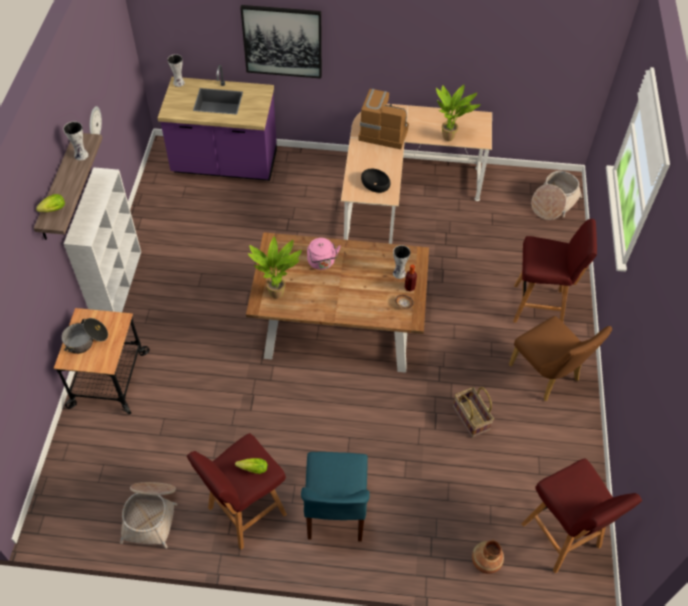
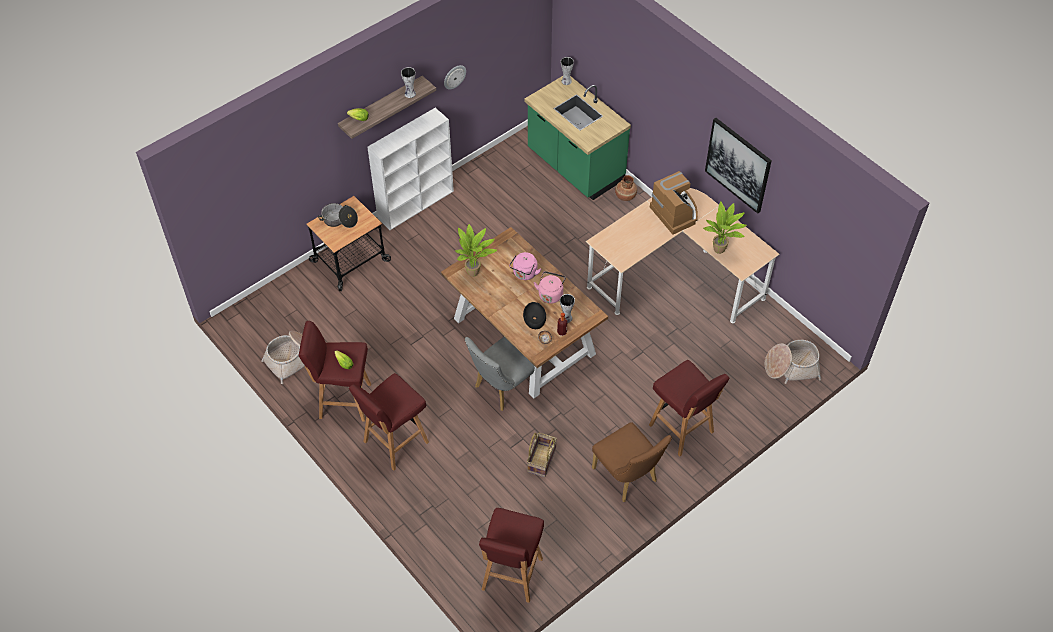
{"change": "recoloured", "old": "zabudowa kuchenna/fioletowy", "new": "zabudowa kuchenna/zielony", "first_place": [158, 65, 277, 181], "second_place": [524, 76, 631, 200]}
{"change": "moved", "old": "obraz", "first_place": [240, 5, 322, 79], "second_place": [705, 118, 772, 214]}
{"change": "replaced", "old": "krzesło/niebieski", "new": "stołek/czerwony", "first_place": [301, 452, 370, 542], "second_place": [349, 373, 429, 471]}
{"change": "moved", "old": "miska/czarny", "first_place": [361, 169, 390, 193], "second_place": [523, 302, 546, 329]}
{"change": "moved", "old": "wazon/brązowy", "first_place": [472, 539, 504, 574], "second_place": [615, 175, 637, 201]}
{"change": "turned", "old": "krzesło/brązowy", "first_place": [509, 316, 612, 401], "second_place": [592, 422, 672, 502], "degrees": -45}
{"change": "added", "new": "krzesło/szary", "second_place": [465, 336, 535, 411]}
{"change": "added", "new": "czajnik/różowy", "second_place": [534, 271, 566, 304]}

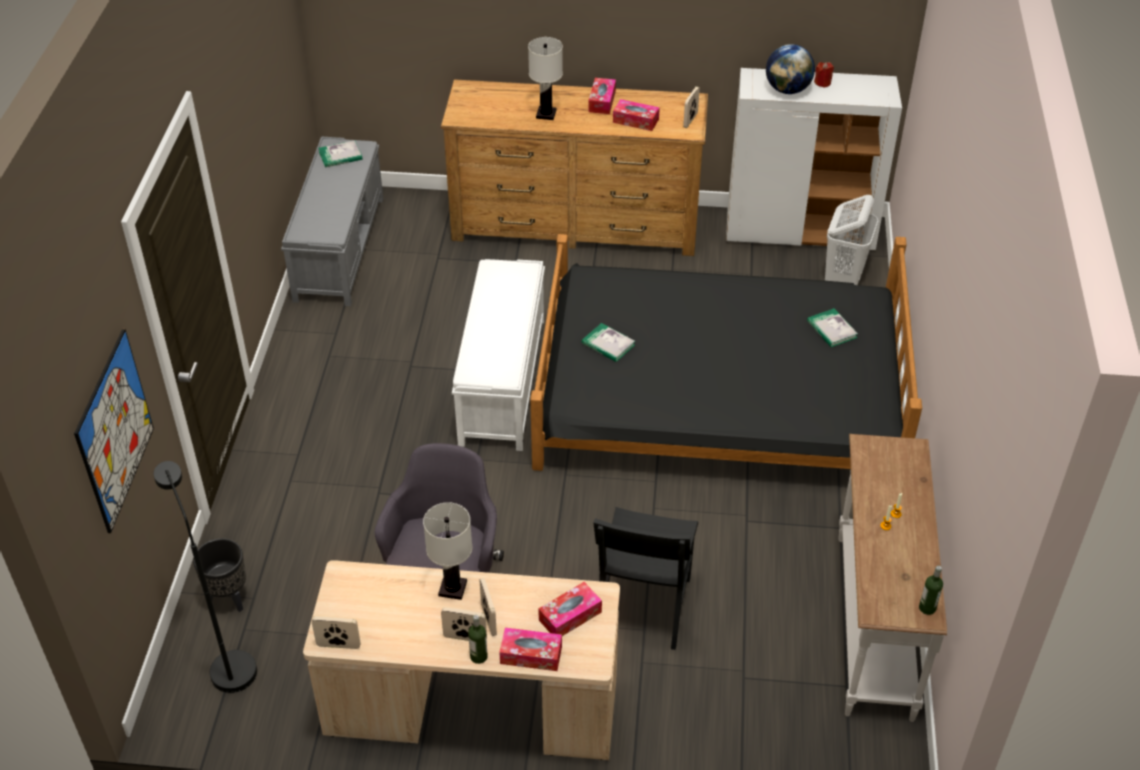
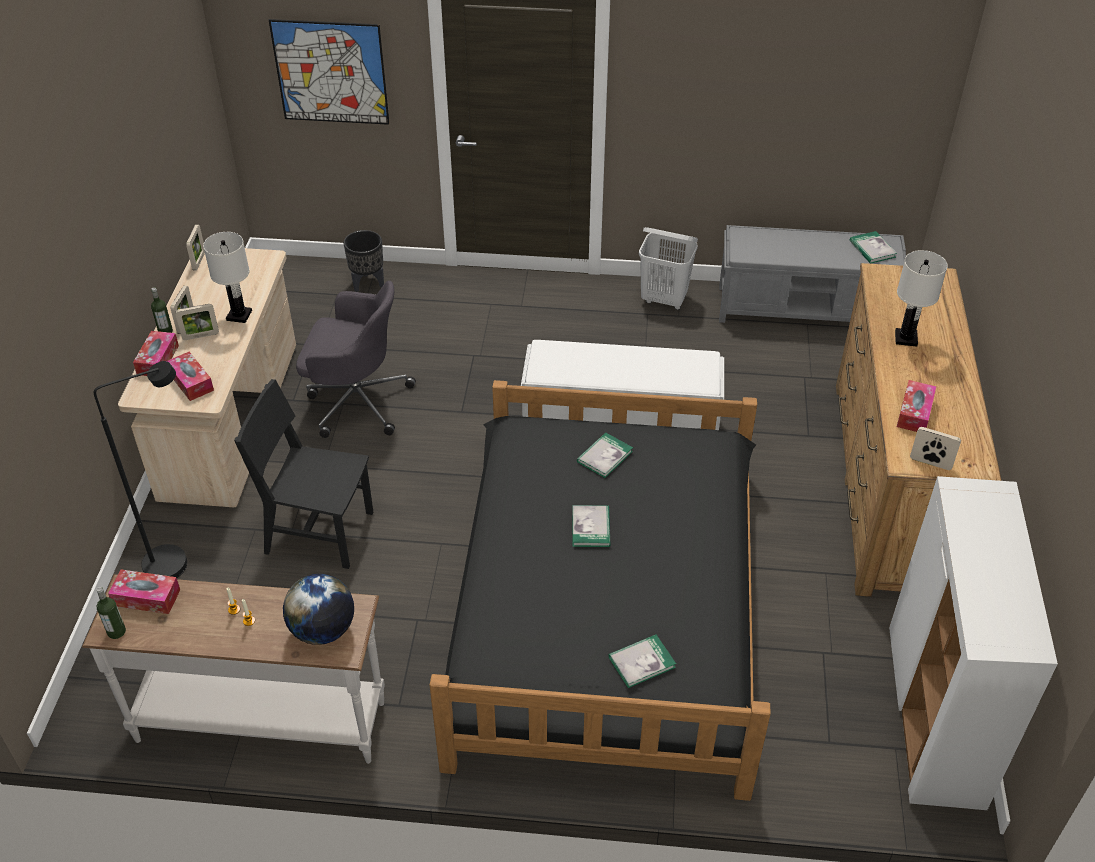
{"change": "moved", "old": "lampa stojąca/czarny", "first_place": [153, 461, 257, 693], "second_place": [94, 361, 187, 578]}
{"change": "moved", "old": "pudełko chusteczek", "first_place": [588, 78, 616, 114], "second_place": [108, 570, 180, 614]}
{"change": "moved", "old": "globus", "first_place": [766, 44, 815, 94], "second_place": [283, 574, 354, 645]}
{"change": "removed", "old": "świeca/czerwony", "first_place": [814, 62, 834, 88]}
{"change": "moved", "old": "kosz na pranie/biały", "first_place": [825, 195, 878, 285], "second_place": [639, 227, 698, 310]}
{"change": "added", "new": "książka", "second_place": [572, 505, 610, 547]}

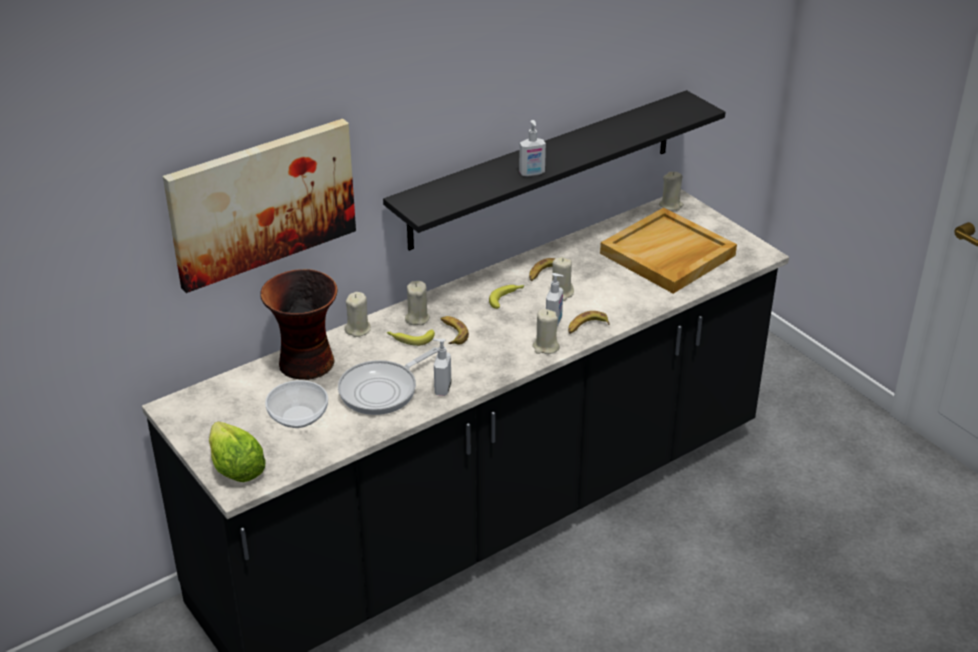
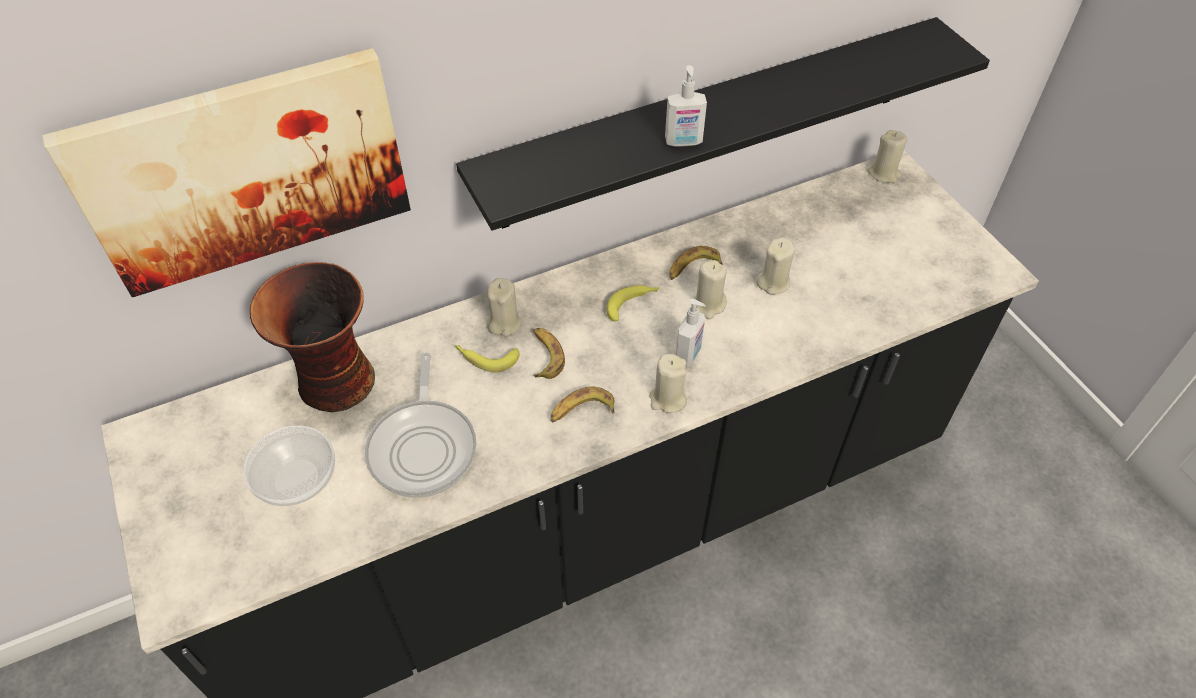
{"change": "removed", "old": "sałata", "first_place": [209, 421, 266, 482]}
{"change": "turned", "old": "patelnia", "first_place": [338, 347, 438, 415], "second_place": [365, 353, 477, 498], "degrees": -60}
{"change": "moved", "old": "świeca/beżowy", "first_place": [345, 292, 371, 337], "second_place": [756, 237, 795, 295]}
{"change": "removed", "old": "dozownik mydła", "first_place": [433, 339, 451, 396]}
{"change": "moved", "old": "banan", "first_place": [568, 311, 610, 334], "second_place": [551, 387, 614, 423]}
{"change": "removed", "old": "taca/beżowy", "first_place": [600, 208, 737, 294]}

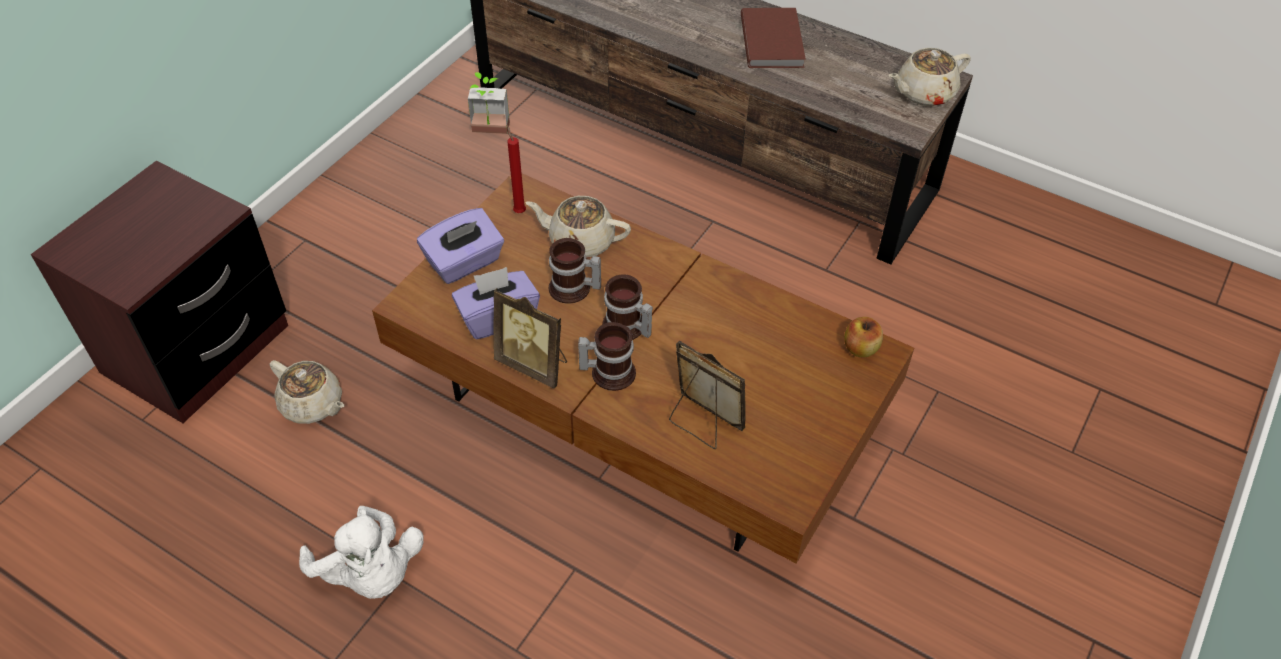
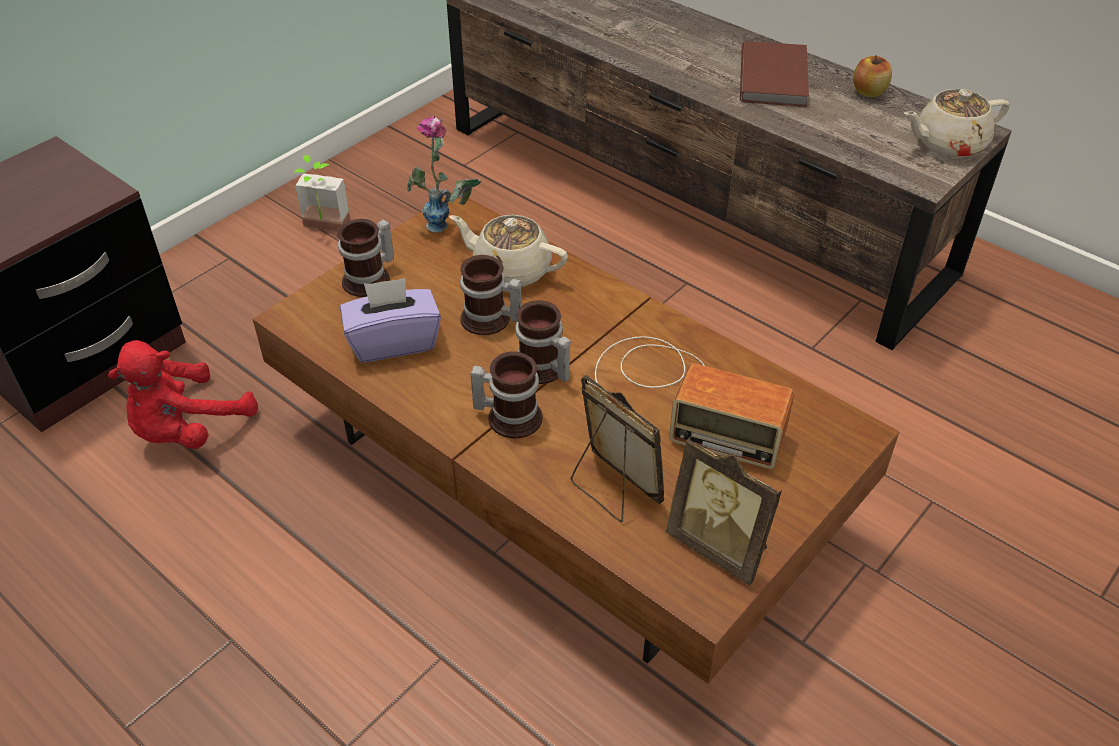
{"change": "replaced", "old": "imbryk/beżowy", "new": "pluszak/czerwony", "first_place": [270, 360, 344, 424], "second_place": [108, 340, 258, 449]}
{"change": "removed", "old": "pluszak/biały", "first_place": [299, 506, 424, 599]}
{"change": "replaced", "old": "pudełko chusteczek/fioletowy", "new": "kubek", "first_place": [417, 208, 504, 284], "second_place": [337, 219, 394, 297]}
{"change": "moved", "old": "roślina doniczkowa", "first_place": [468, 72, 510, 134], "second_place": [293, 155, 350, 231]}
{"change": "moved", "old": "ramka na zdjęcie", "first_place": [493, 288, 567, 389], "second_place": [666, 437, 782, 585]}
{"change": "replaced", "old": "świeca/czerwony", "new": "wazon", "first_place": [507, 125, 526, 213], "second_place": [407, 116, 481, 233]}
{"change": "moved", "old": "jabłko", "first_place": [844, 317, 883, 358], "second_place": [853, 55, 892, 97]}
{"change": "added", "new": "radio", "second_place": [595, 336, 794, 469]}

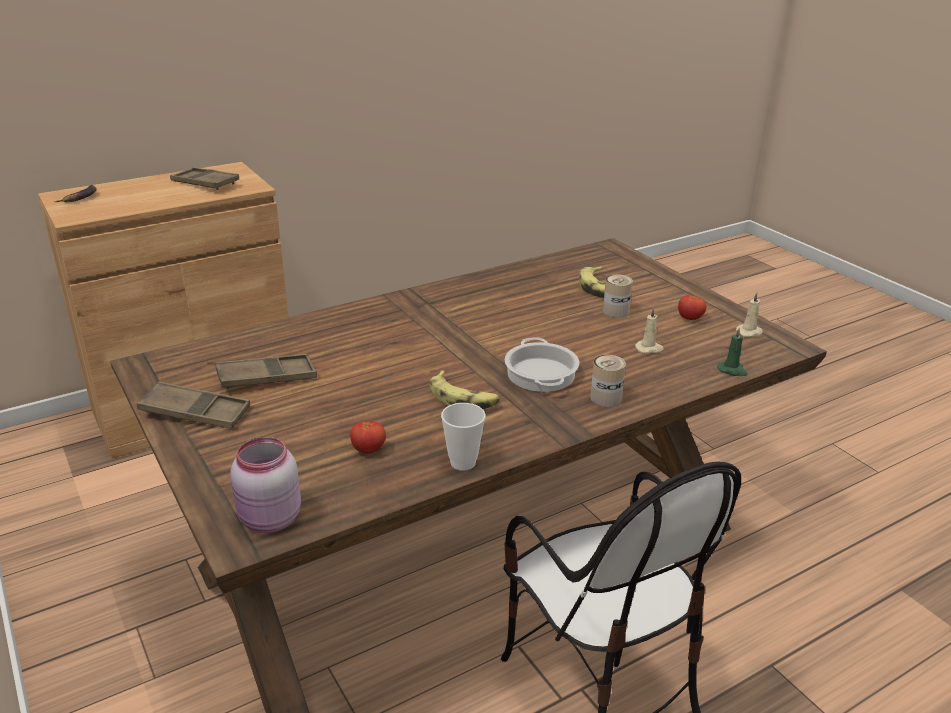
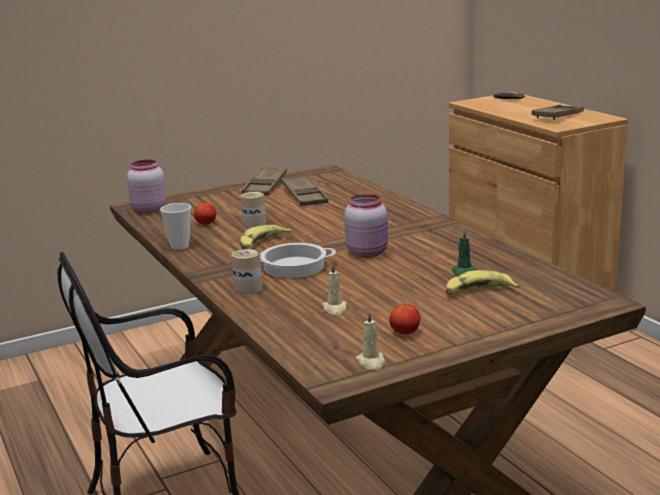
{"change": "moved", "old": "puszka", "first_place": [603, 274, 633, 318], "second_place": [241, 191, 266, 228]}
{"change": "moved", "old": "świeca/zielony", "first_place": [717, 327, 748, 376], "second_place": [452, 229, 477, 276]}
{"change": "added", "new": "słoik/różowy", "second_place": [344, 194, 388, 258]}

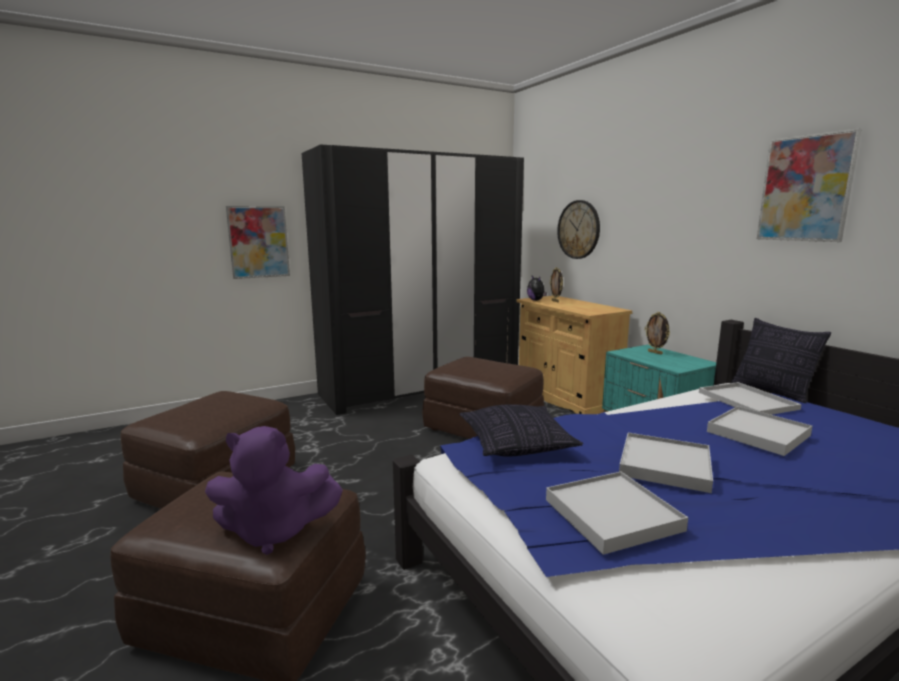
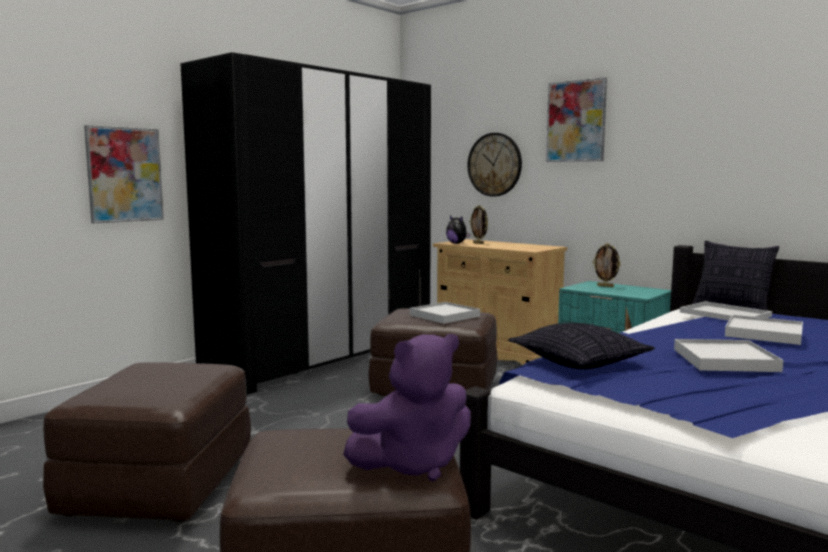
{"change": "moved", "old": "taca/biały", "first_place": [546, 471, 688, 555], "second_place": [410, 302, 480, 324]}
{"change": "moved", "old": "obraz", "first_place": [757, 128, 861, 242], "second_place": [546, 77, 607, 162]}

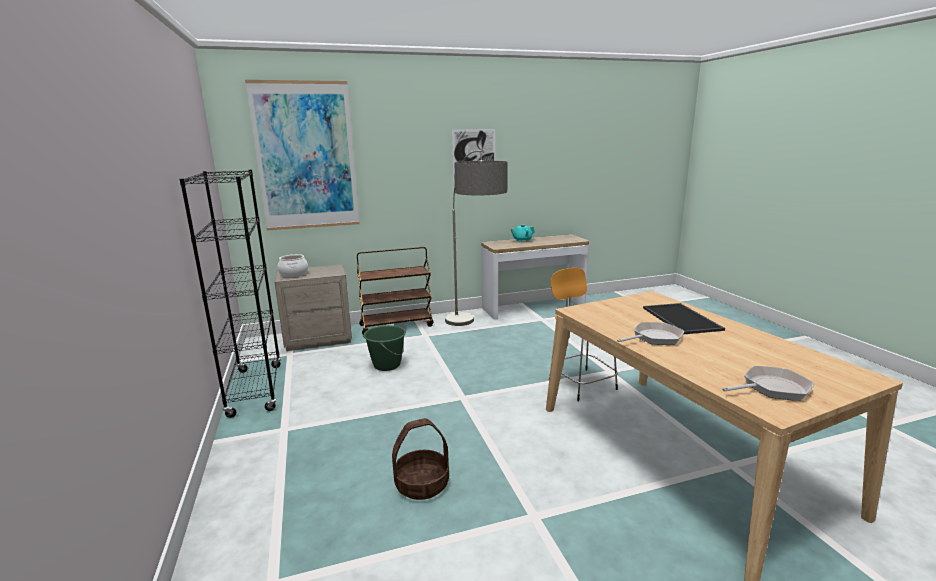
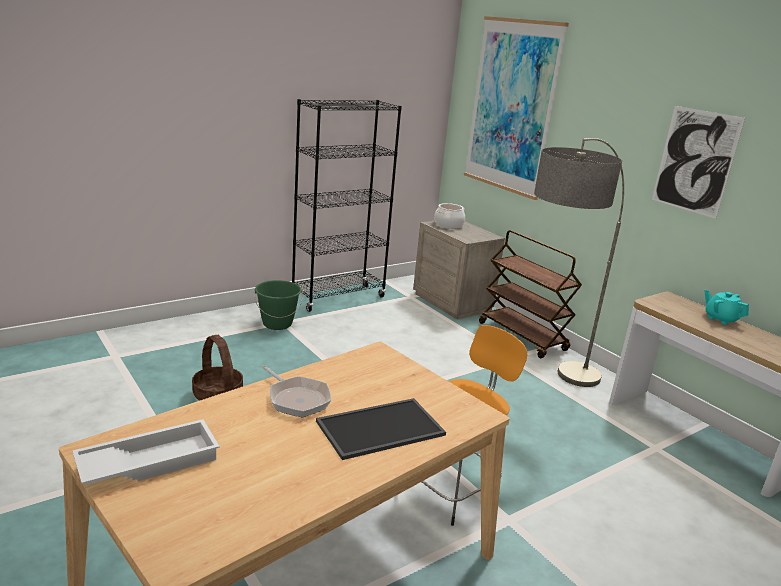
{"change": "moved", "old": "wiadro/zielony", "first_place": [363, 325, 406, 371], "second_place": [254, 280, 303, 330]}
{"change": "replaced", "old": "patelnia", "new": "taca/biały", "first_place": [722, 366, 814, 401], "second_place": [72, 419, 220, 485]}

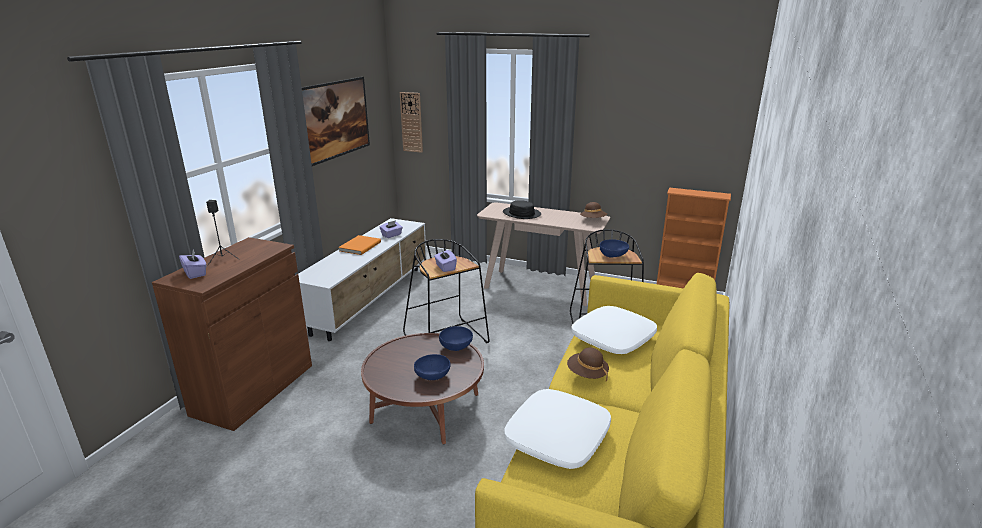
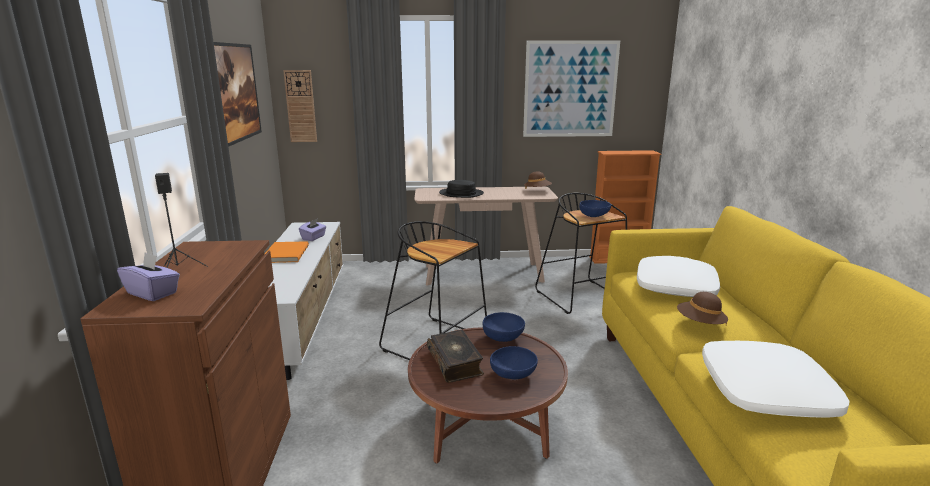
{"change": "removed", "old": "pudełko chusteczek/fioletowy", "first_place": [434, 249, 457, 272]}
{"change": "added", "new": "książka", "second_place": [427, 330, 484, 383]}
{"change": "added", "new": "obraz", "second_place": [523, 40, 620, 137]}

